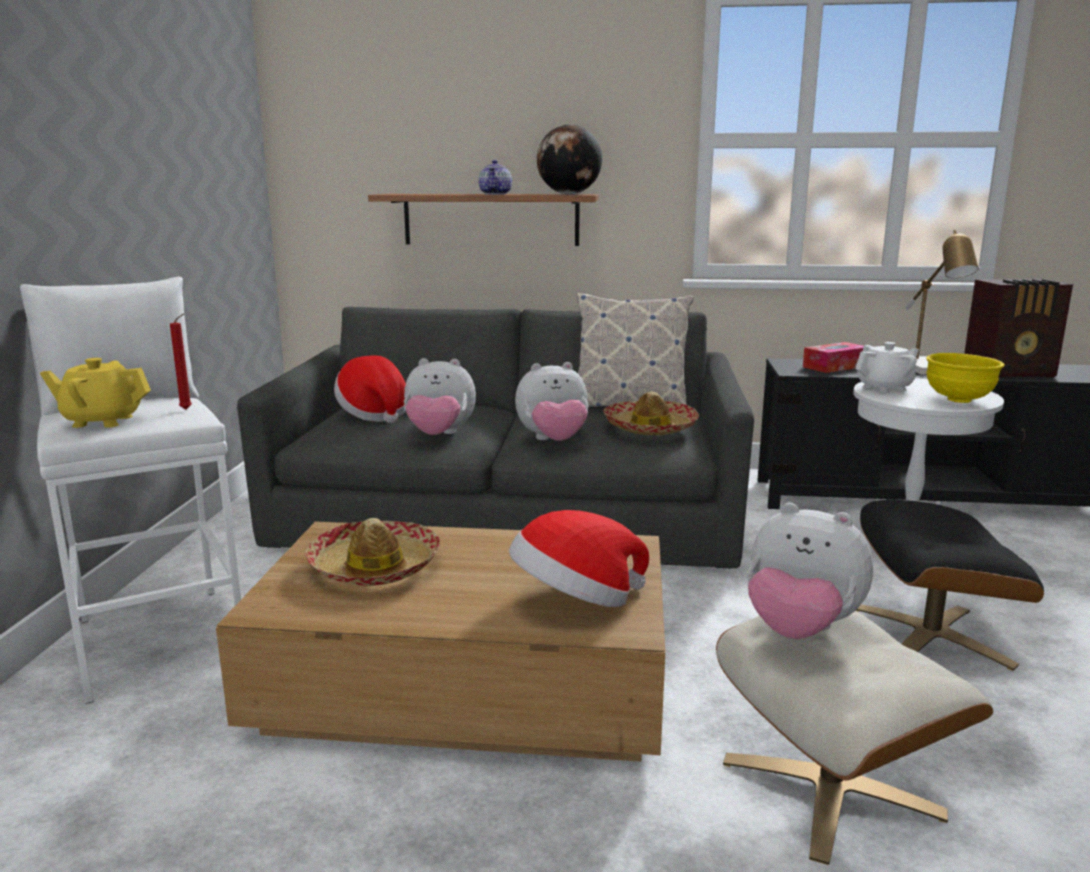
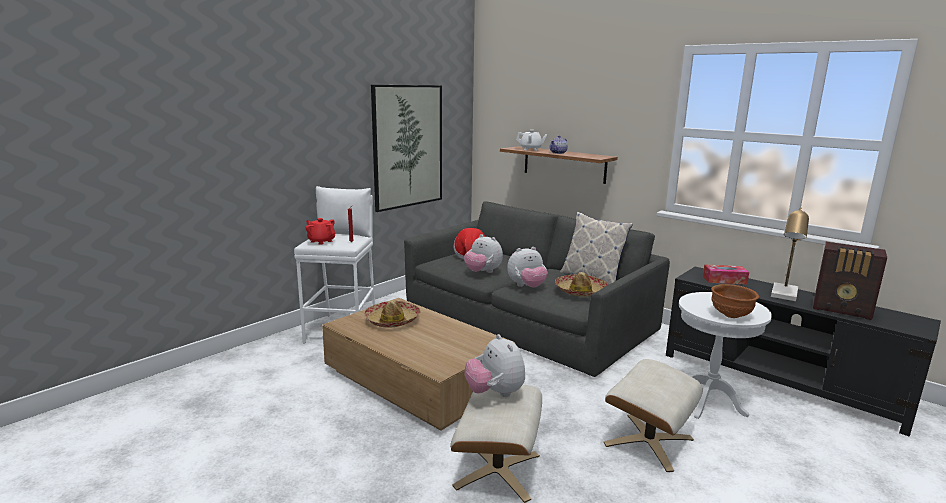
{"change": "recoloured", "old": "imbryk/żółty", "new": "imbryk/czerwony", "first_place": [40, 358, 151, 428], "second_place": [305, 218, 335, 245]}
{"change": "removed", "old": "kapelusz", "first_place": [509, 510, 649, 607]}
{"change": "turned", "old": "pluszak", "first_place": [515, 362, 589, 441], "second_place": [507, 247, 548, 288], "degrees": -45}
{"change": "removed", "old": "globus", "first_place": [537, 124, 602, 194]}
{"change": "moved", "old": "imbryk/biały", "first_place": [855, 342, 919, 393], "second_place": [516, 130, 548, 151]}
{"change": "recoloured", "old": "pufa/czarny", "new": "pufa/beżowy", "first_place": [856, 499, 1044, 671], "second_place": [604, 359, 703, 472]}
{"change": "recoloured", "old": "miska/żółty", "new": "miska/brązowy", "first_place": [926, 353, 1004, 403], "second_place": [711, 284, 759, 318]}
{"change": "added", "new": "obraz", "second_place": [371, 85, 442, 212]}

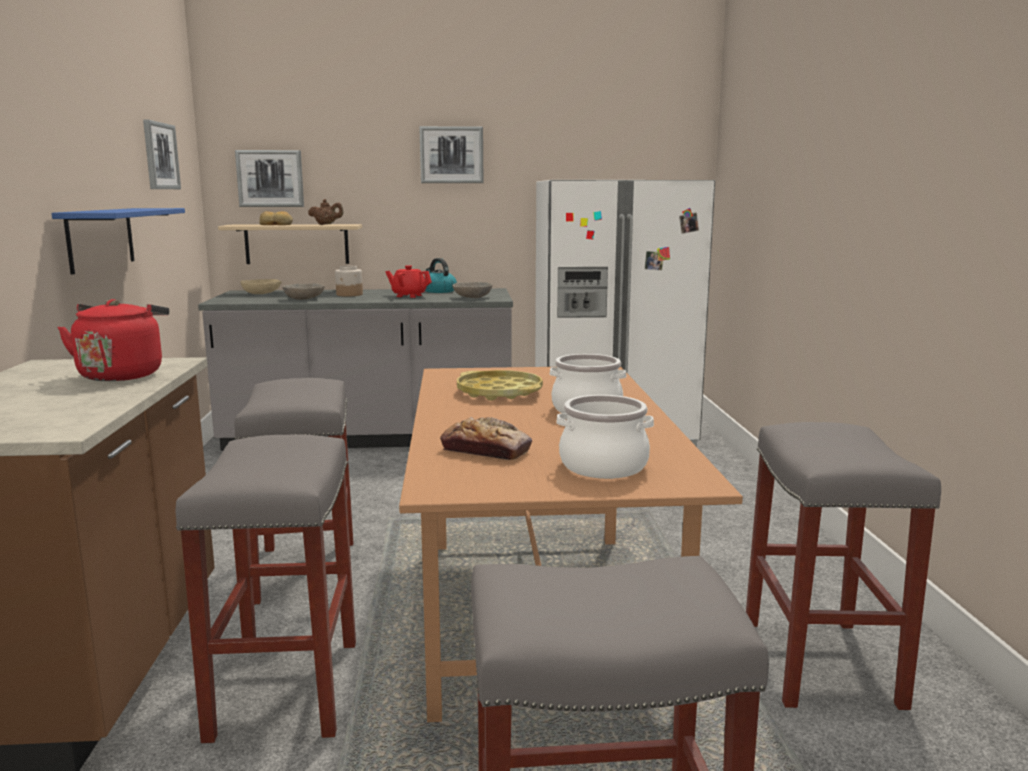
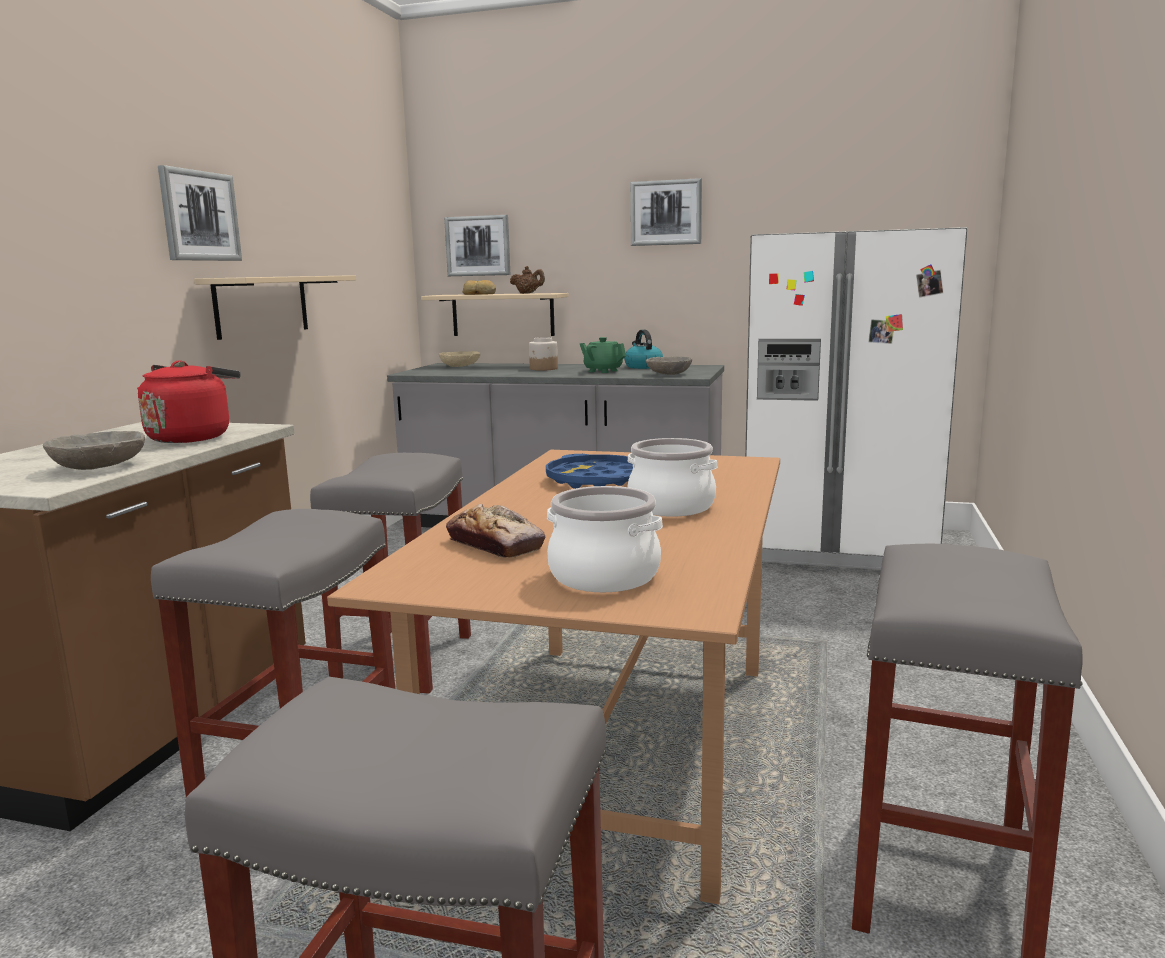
{"change": "recoloured", "old": "półka/niebieski", "new": "półka/beżowy", "first_place": [52, 208, 185, 275], "second_place": [194, 275, 356, 340]}
{"change": "moved", "old": "obraz", "first_place": [143, 120, 181, 189], "second_place": [158, 165, 242, 261]}
{"change": "moved", "old": "miska/szary", "first_place": [282, 283, 325, 300], "second_place": [43, 431, 145, 470]}
{"change": "recoloured", "old": "imbryk/czerwony", "new": "imbryk/zielony", "first_place": [385, 265, 432, 298], "second_place": [580, 337, 626, 373]}
{"change": "recoloured", "old": "taca/żółty", "new": "taca/niebieski", "first_place": [457, 370, 543, 401], "second_place": [546, 454, 633, 489]}

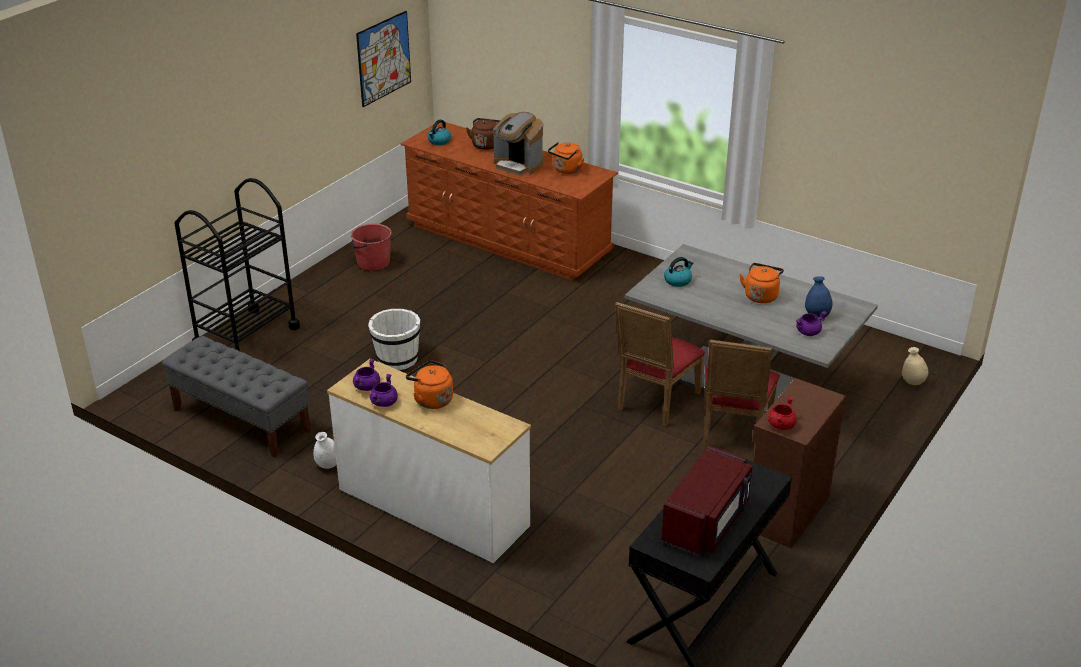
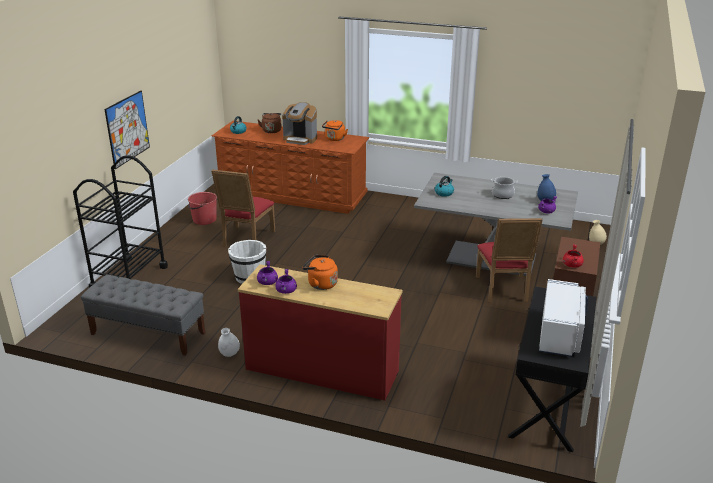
{"change": "recoloured", "old": "komoda/biały", "new": "komoda/czerwony", "first_place": [327, 359, 531, 563], "second_place": [238, 264, 403, 401]}
{"change": "moved", "old": "obraz", "first_place": [356, 11, 411, 107], "second_place": [104, 90, 150, 169]}
{"change": "moved", "old": "krzesło/czerwony", "first_place": [615, 302, 705, 426], "second_place": [211, 170, 275, 247]}
{"change": "recoloured", "old": "mikrofalówka/czerwony", "new": "mikrofalówka/biały", "first_place": [661, 445, 752, 556], "second_place": [539, 279, 588, 357]}
{"change": "replaced", "old": "czajnik/pomarańczowy", "new": "garnek", "first_place": [739, 263, 784, 303], "second_place": [491, 177, 518, 199]}

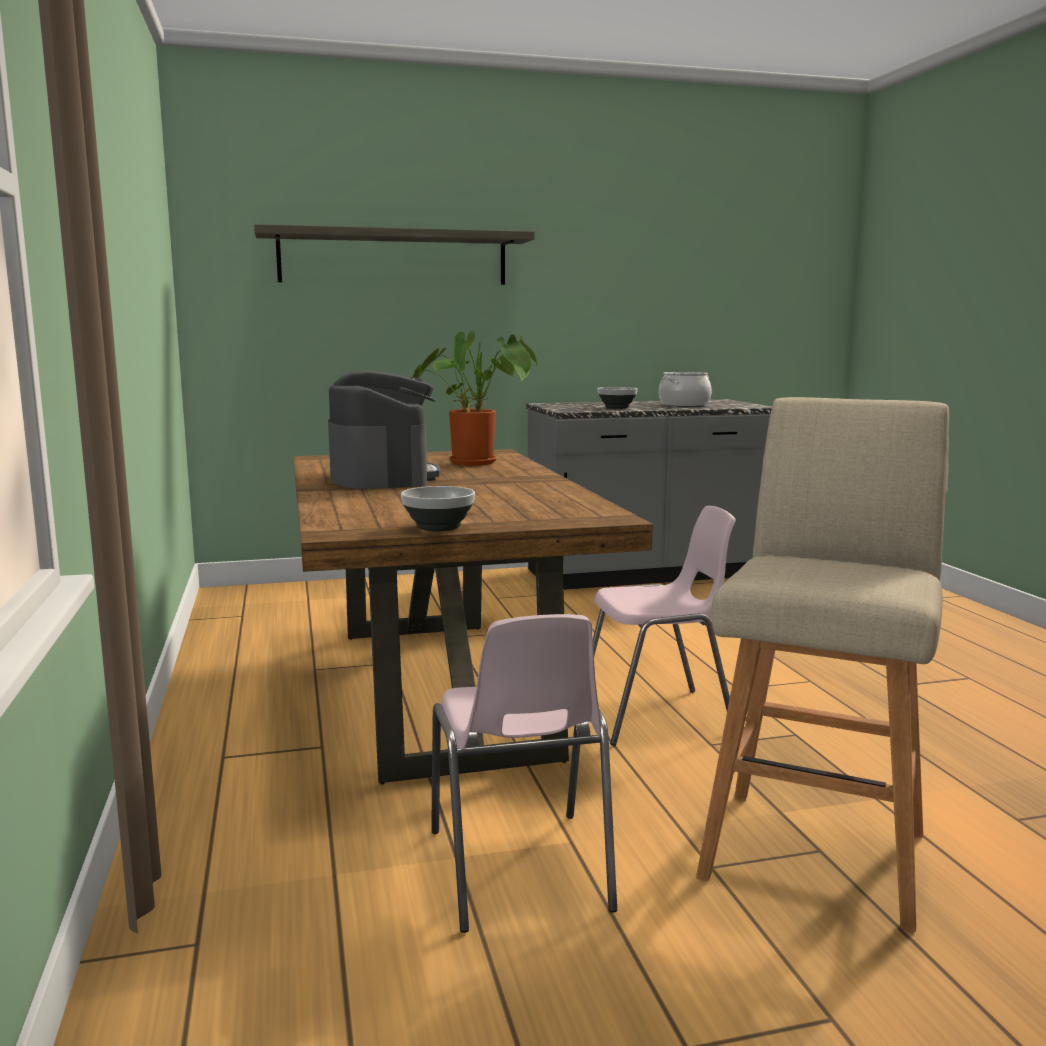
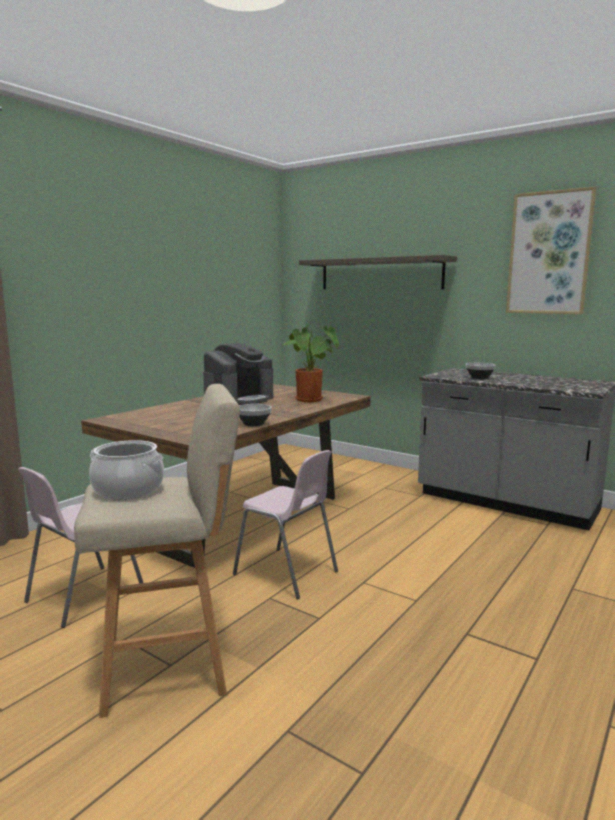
{"change": "moved", "old": "miska", "first_place": [401, 486, 475, 531], "second_place": [239, 404, 272, 426]}
{"change": "moved", "old": "garnek", "first_place": [659, 372, 712, 407], "second_place": [89, 440, 164, 499]}
{"change": "added", "new": "obraz", "second_place": [506, 186, 596, 314]}

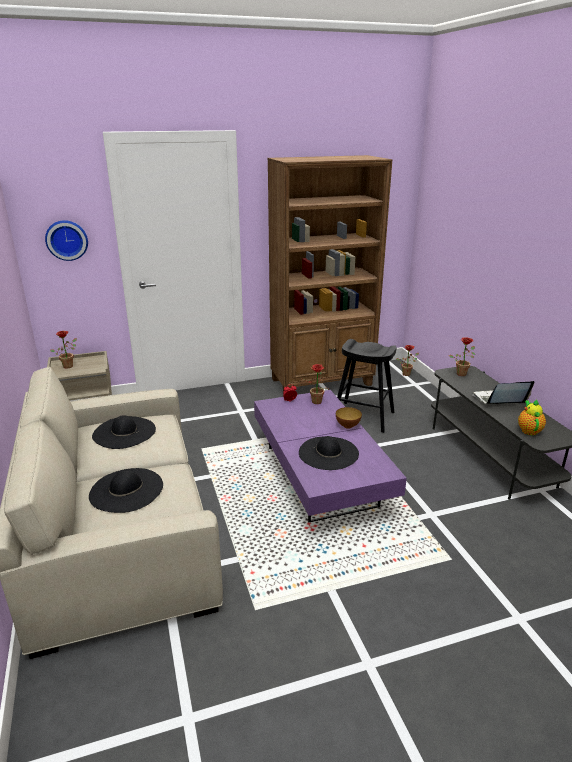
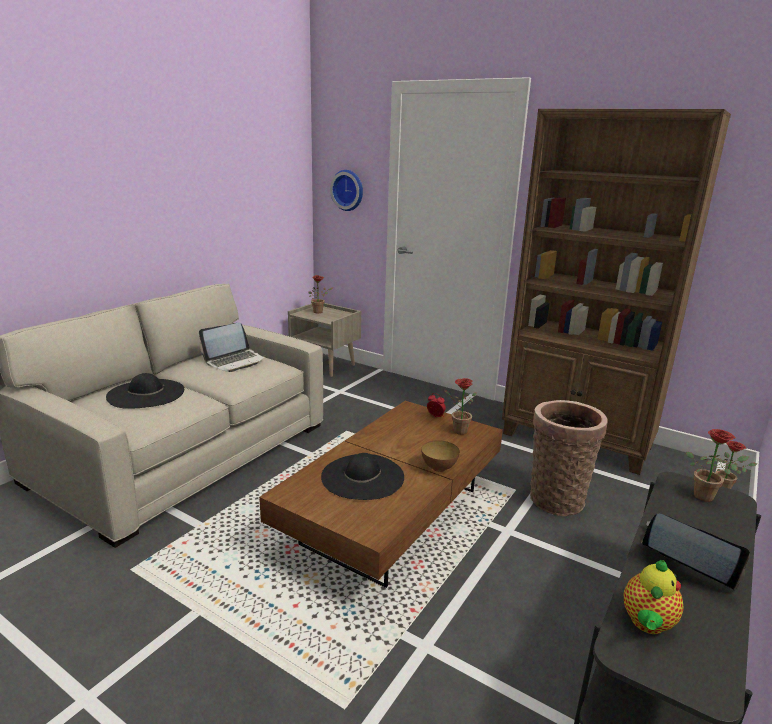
{"change": "replaced", "old": "kapelusz/czarny", "new": "laptop", "first_place": [92, 415, 156, 449], "second_place": [199, 323, 266, 372]}
{"change": "recoloured", "old": "ława/fioletowy", "new": "ława/brązowy", "first_place": [254, 390, 407, 522], "second_place": [259, 401, 503, 588]}
{"change": "replaced", "old": "stołek/czarny", "new": "koszyk", "first_place": [337, 339, 397, 433], "second_place": [530, 400, 608, 516]}
{"change": "turned", "old": "imbryk", "first_place": [518, 399, 546, 435], "second_place": [624, 559, 684, 634], "degrees": 150}

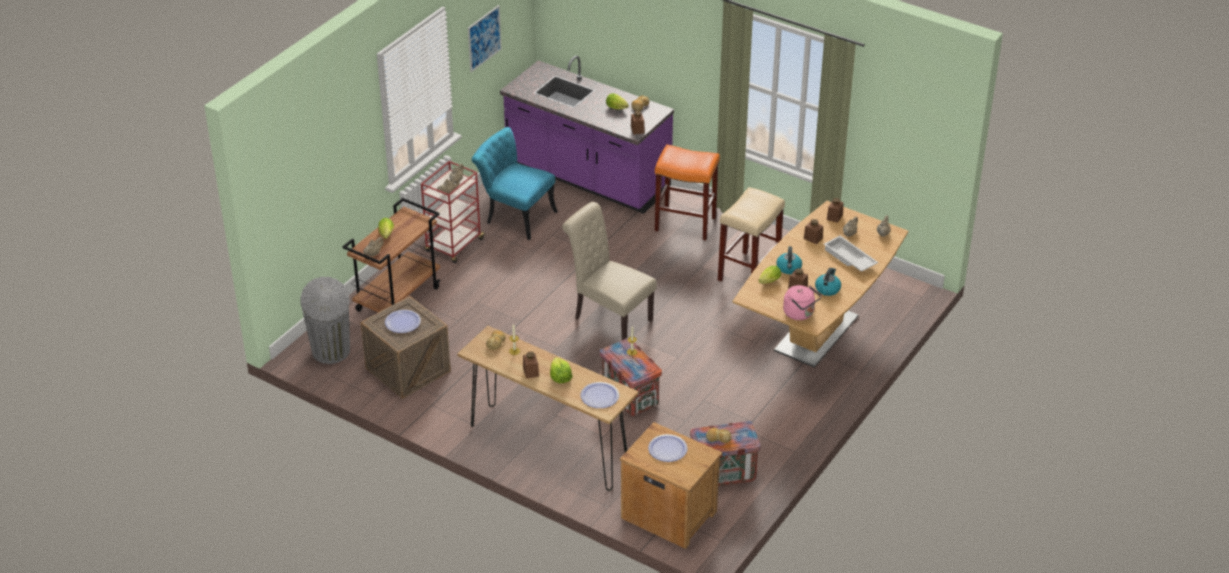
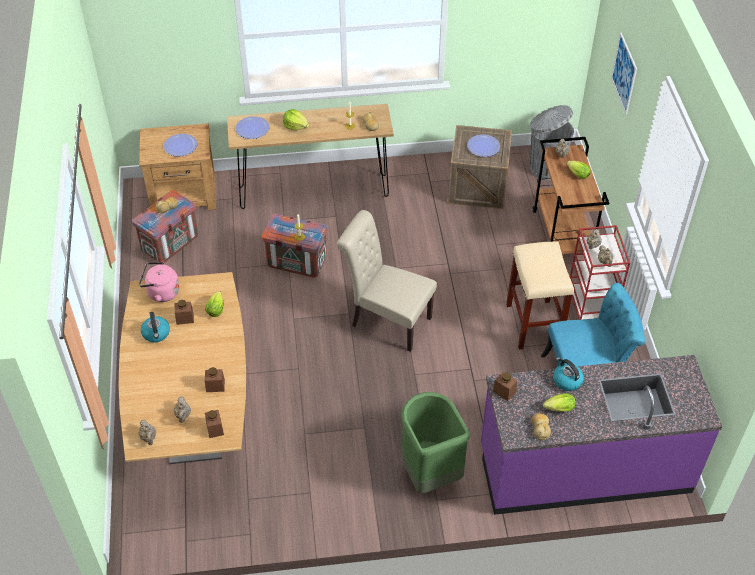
{"change": "moved", "old": "obraz", "first_place": [468, 5, 502, 72], "second_place": [611, 33, 637, 114]}
{"change": "removed", "old": "słoik/brązowy", "first_place": [523, 352, 539, 379]}
{"change": "turned", "old": "krzesło/beżowy", "first_place": [562, 202, 657, 340], "second_place": [337, 210, 437, 352], "degrees": -150}
{"change": "replaced", "old": "stołek/pomarańczowy", "new": "kosz na śmieci/zielony", "first_place": [655, 144, 720, 241], "second_place": [401, 392, 470, 493]}
{"change": "moved", "old": "stołek/beżowy", "first_place": [718, 187, 785, 281], "second_place": [506, 242, 574, 350]}
{"change": "moved", "old": "czajnik", "first_place": [776, 246, 802, 274], "second_place": [553, 357, 584, 391]}
{"change": "removed", "old": "taca/biały", "first_place": [824, 236, 878, 272]}

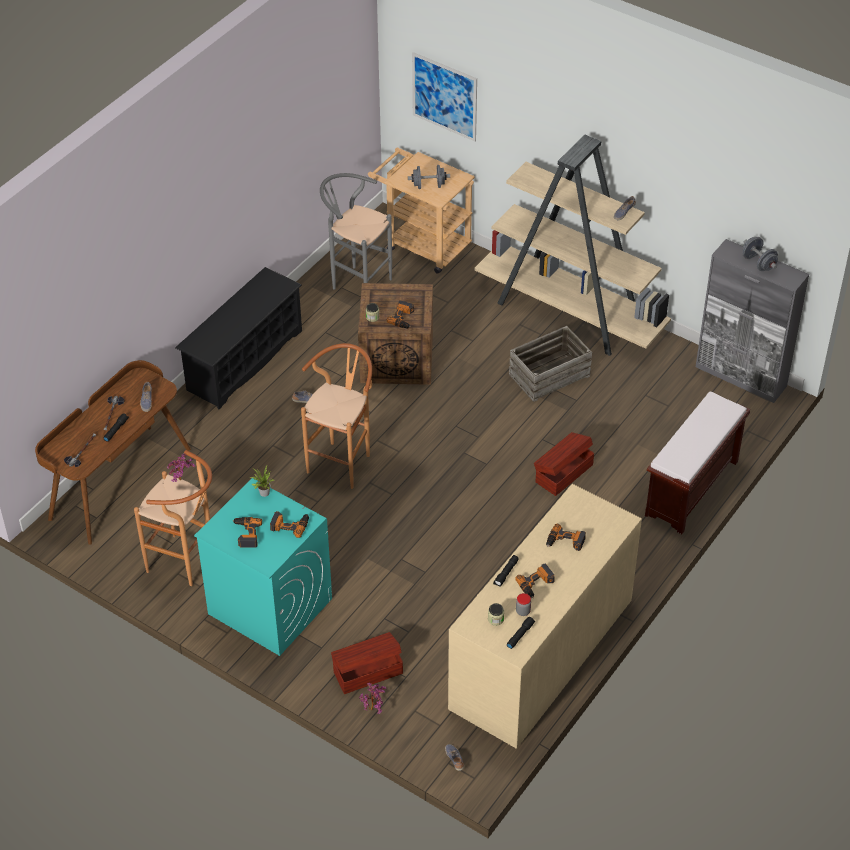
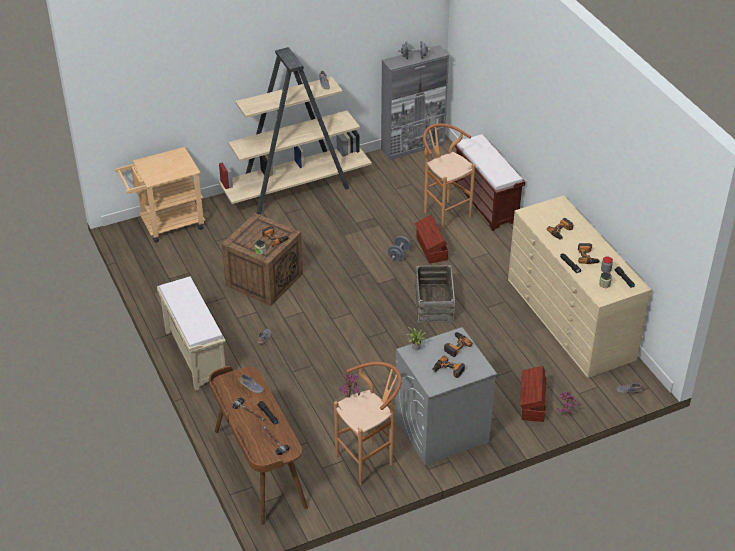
{"change": "replaced", "old": "regał na buty/czarny", "new": "ławka/beżowy", "first_place": [175, 267, 302, 409], "second_place": [157, 277, 226, 391]}
{"change": "recoloured", "old": "pralka/turkusowy", "new": "pralka/szary", "first_place": [194, 478, 332, 656], "second_place": [395, 327, 497, 465]}
{"change": "moved", "old": "stołek/brązowy", "first_place": [301, 343, 372, 489], "second_place": [423, 123, 475, 231]}
{"change": "removed", "old": "stołek/szary", "first_place": [320, 173, 392, 290]}
{"change": "moved", "old": "hantel/szary", "first_place": [408, 165, 450, 189], "second_place": [387, 236, 411, 261]}
{"change": "removed", "old": "obraz", "first_place": [412, 52, 477, 141]}
{"change": "moved", "old": "skrzynka", "first_place": [509, 326, 592, 402], "second_place": [415, 265, 455, 323]}

